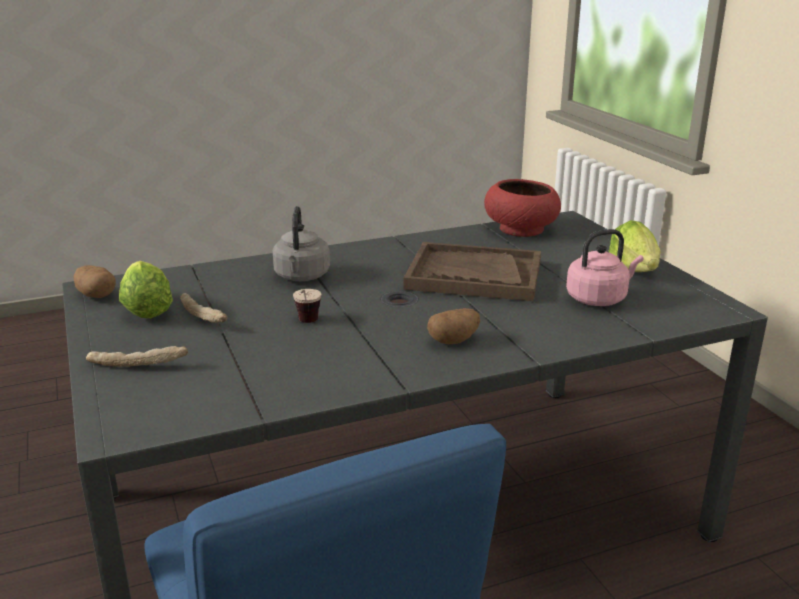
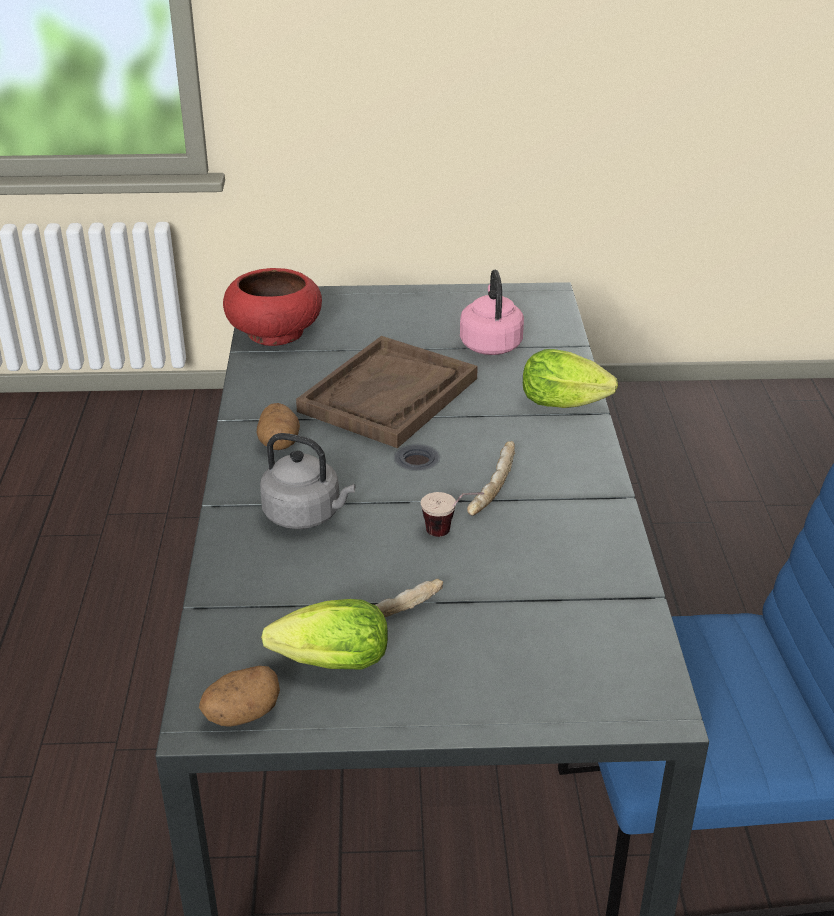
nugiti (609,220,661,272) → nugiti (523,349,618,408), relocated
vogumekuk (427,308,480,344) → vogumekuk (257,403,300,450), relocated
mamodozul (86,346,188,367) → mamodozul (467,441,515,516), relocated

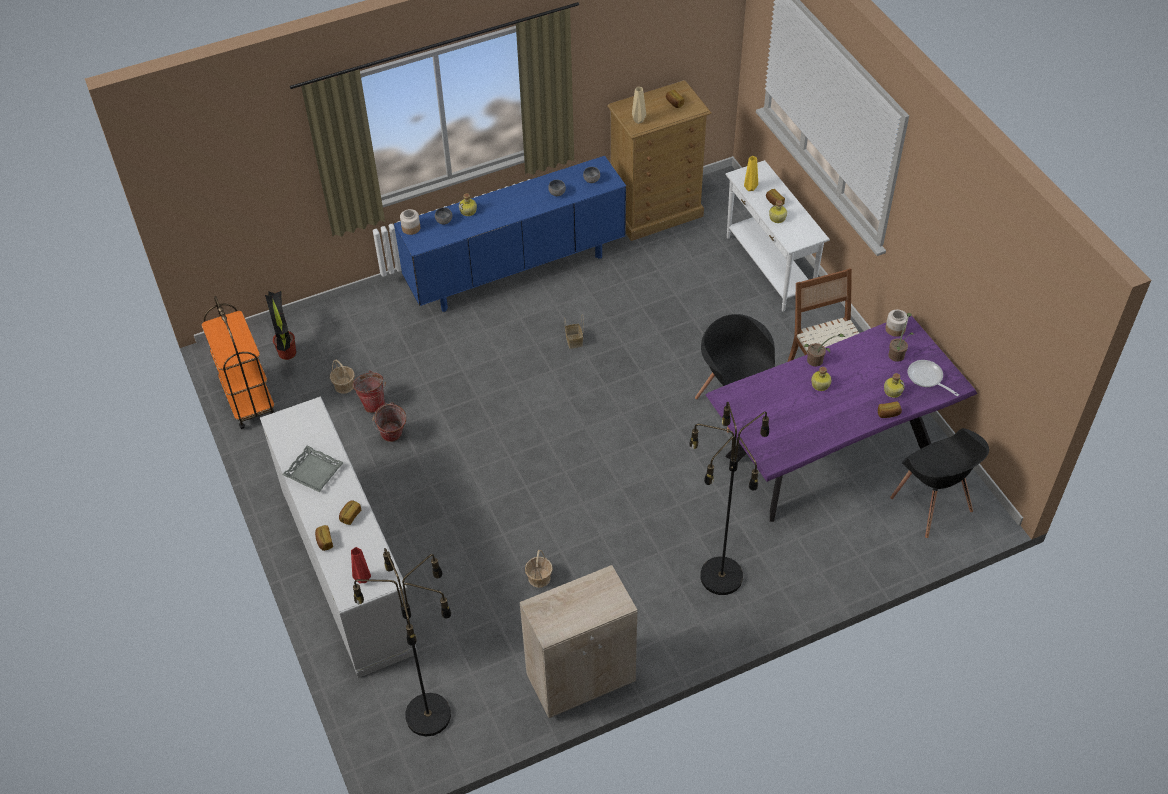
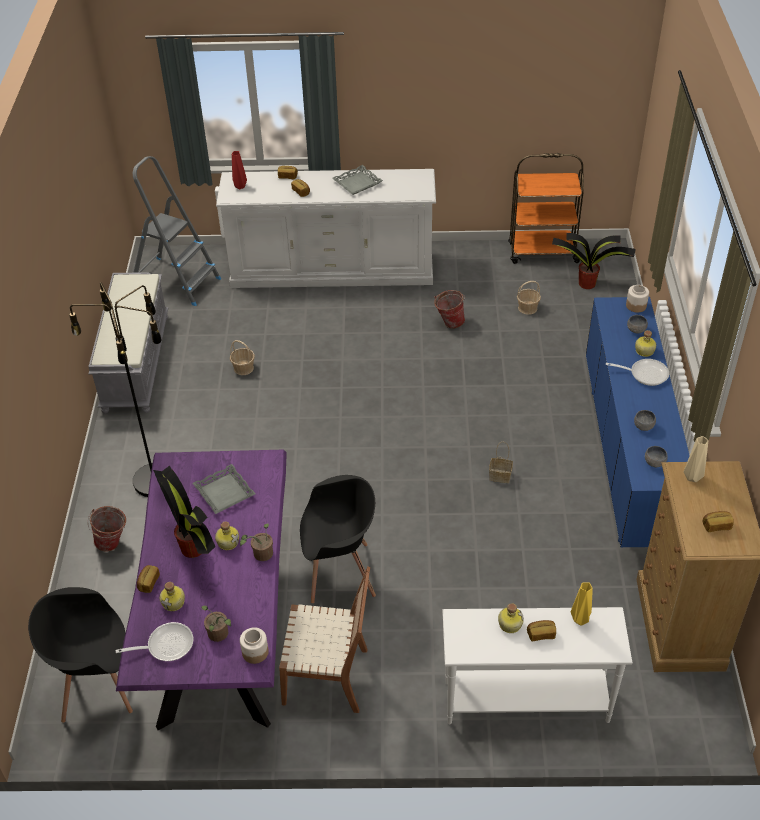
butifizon (353,371,386,413) → butifizon (88,506,126,552), relocated
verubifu (353,548,451,736) → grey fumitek (133,156,221,306)
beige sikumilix (520,565,637,718) → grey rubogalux (88,272,168,414)
- → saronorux (606,359,669,386)
- → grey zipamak (193,464,256,514)
- → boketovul (153,466,215,558)

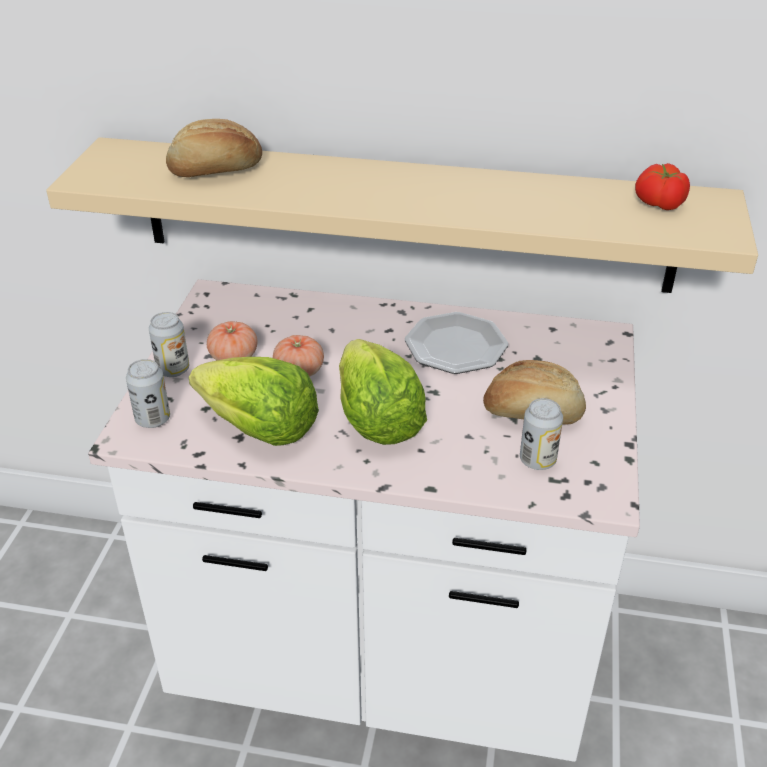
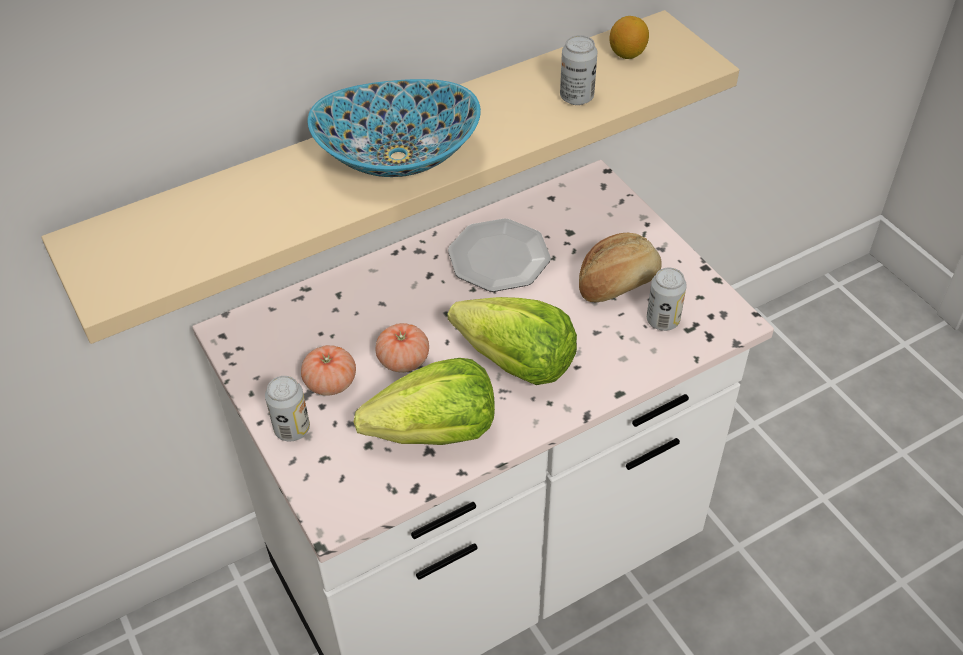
mamodozul (166,119,262,177) → -
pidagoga (635,163,690,210) → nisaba (609,16,649,59)
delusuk (126,359,170,428) → delusuk (560,35,597,105), relocated
- → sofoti (308,79,481,177)

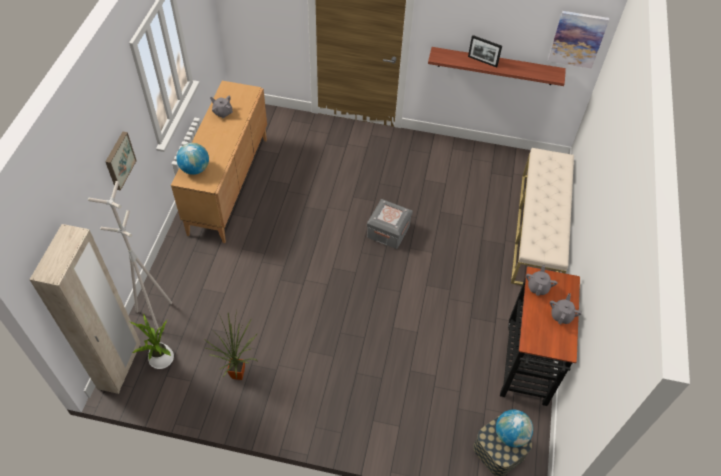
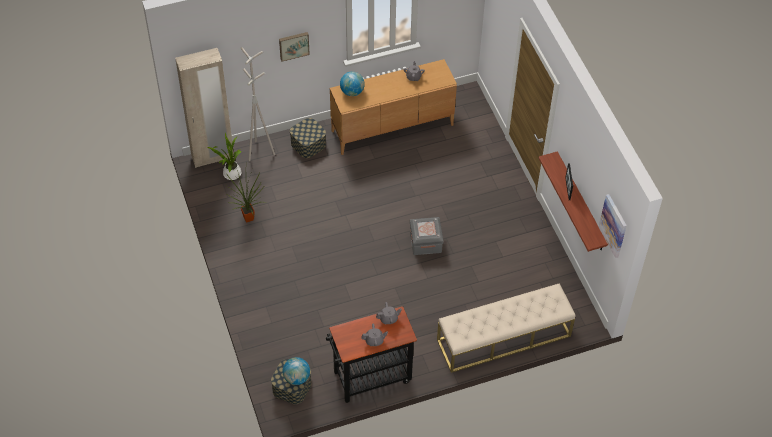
- → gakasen (290,118,326,158)

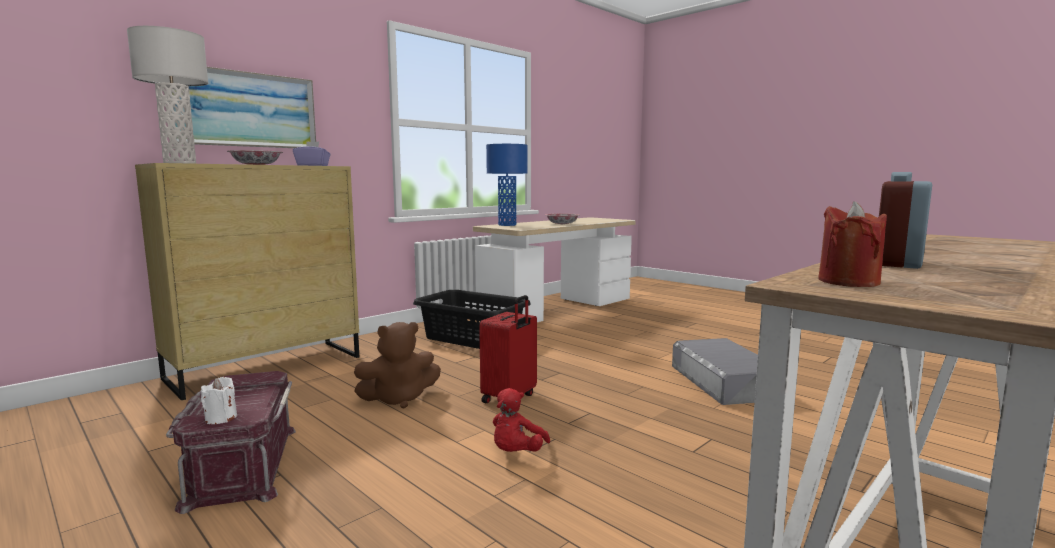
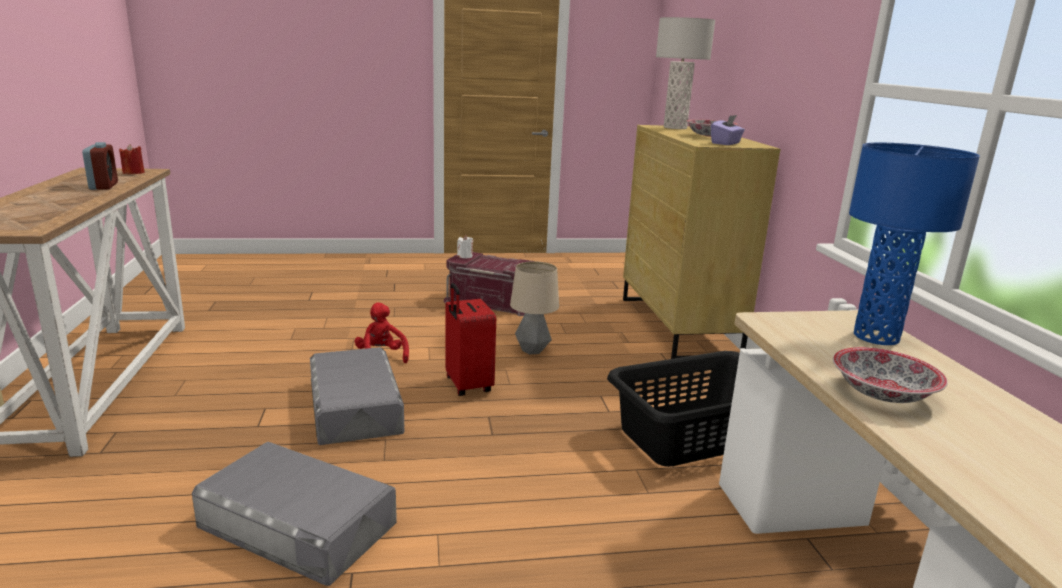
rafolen (168,67,316,148) → -
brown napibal (354,322,441,408) → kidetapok (510,261,559,354)
- → grey gakasen (310,347,405,445)

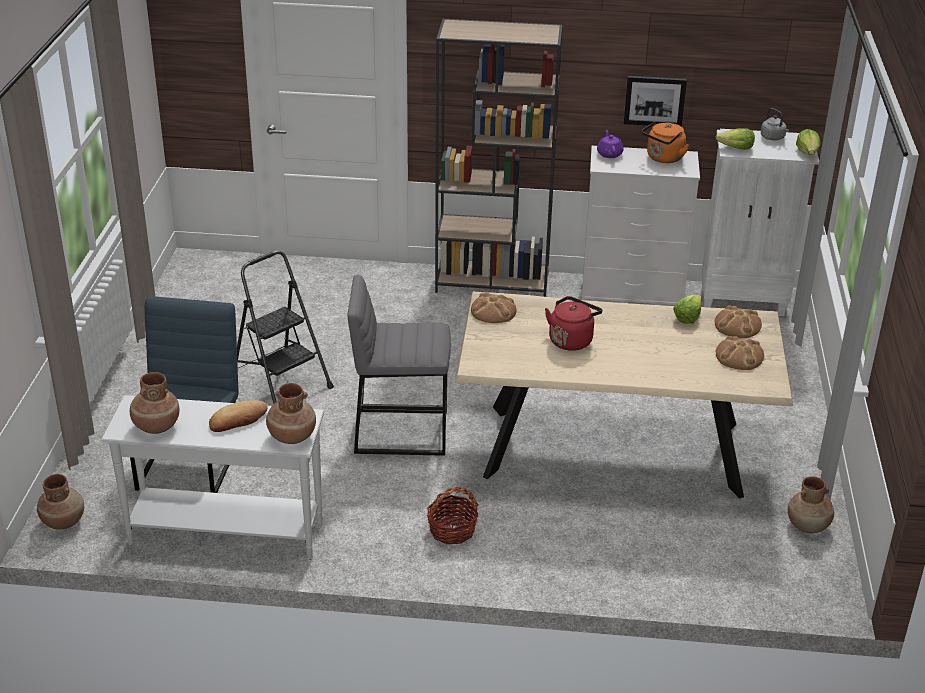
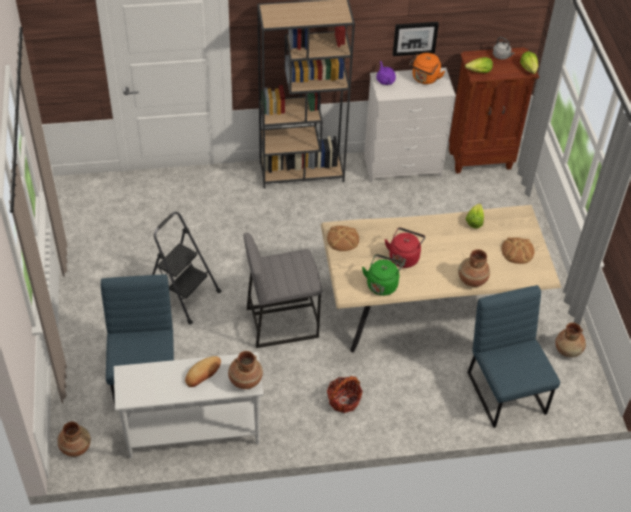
white sikumilix (702,129,819,316) → brown sikumilix (449,47,539,174)
mamodozul (715,305,762,338) → -
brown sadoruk (130,372,179,434) → brown sadoruk (458,249,490,287), relocated
- → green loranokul (362,254,403,296)
- → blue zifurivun (467,285,560,428)

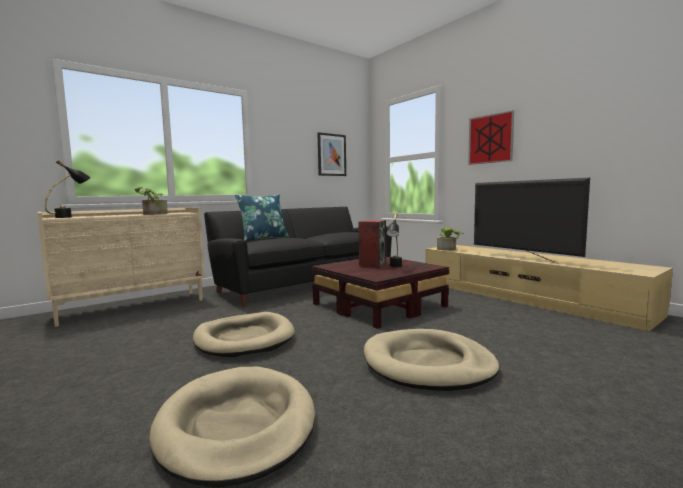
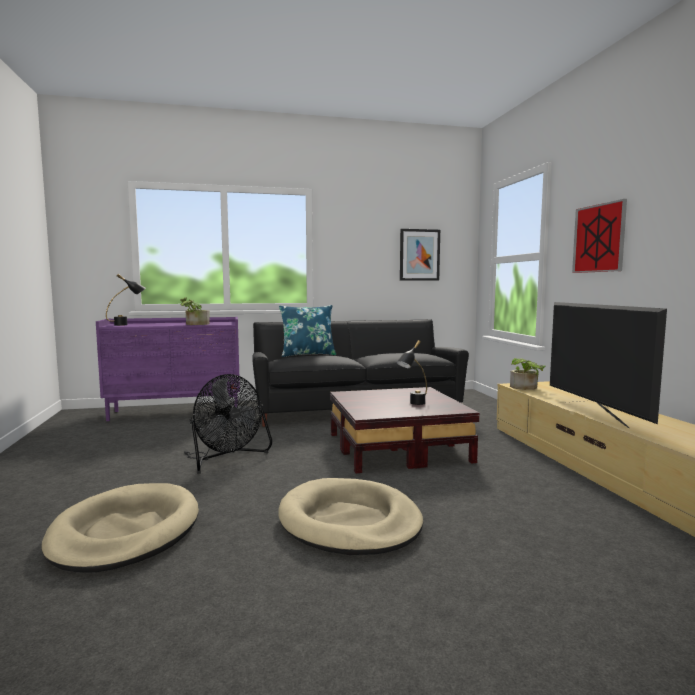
beige sikumilix (37,207,205,327) → purple sikumilix (96,317,240,421)
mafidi (358,220,386,267) → -
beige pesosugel (193,312,295,357) → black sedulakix (184,374,272,474)

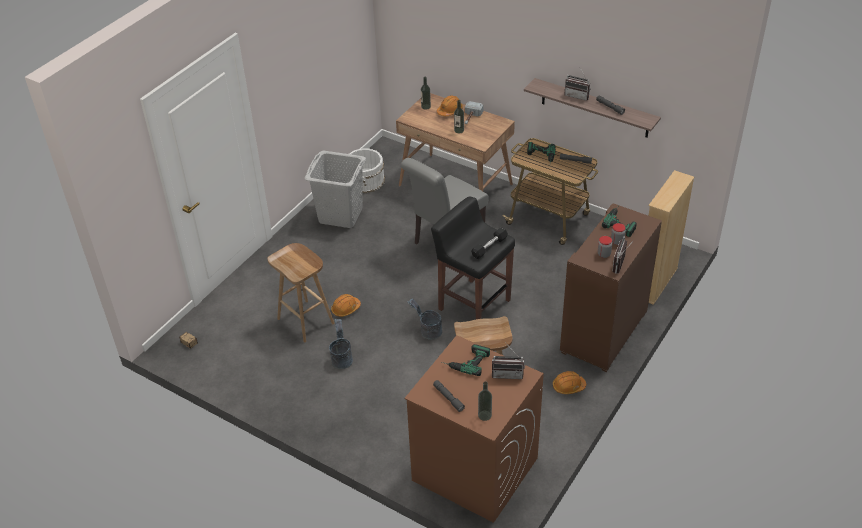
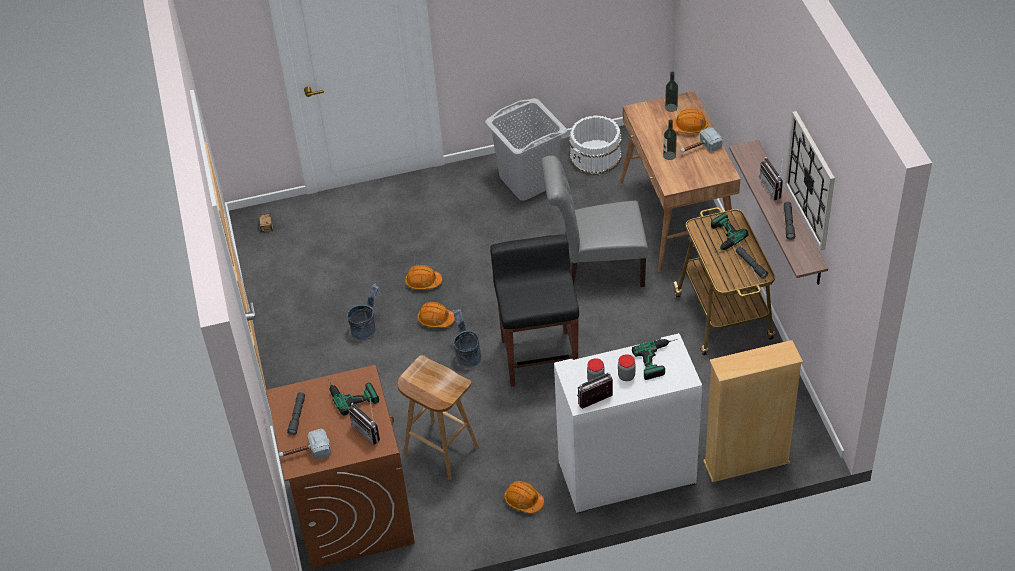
brown sikumilix (560,203,662,372) → white sikumilix (554,333,702,514)
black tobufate (471,227,508,259) → -
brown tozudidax (267,243,334,343) → -
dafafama (478,381,492,421) → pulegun (278,429,331,460)
- → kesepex (785,111,835,250)
- → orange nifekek (417,302,455,328)

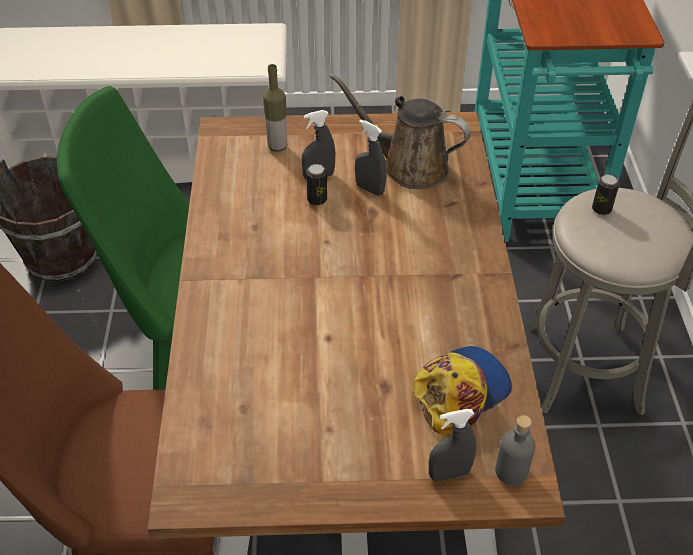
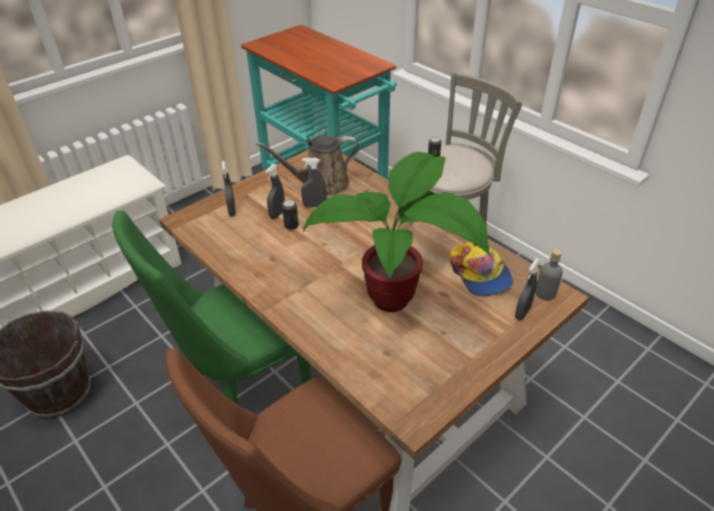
dafafama (263,64,288,152) → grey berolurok (222,161,236,216)
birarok (413,346,512,435) → birarok (449,242,513,296), 150 degrees clockwise
- → boketovul (303,152,490,312)

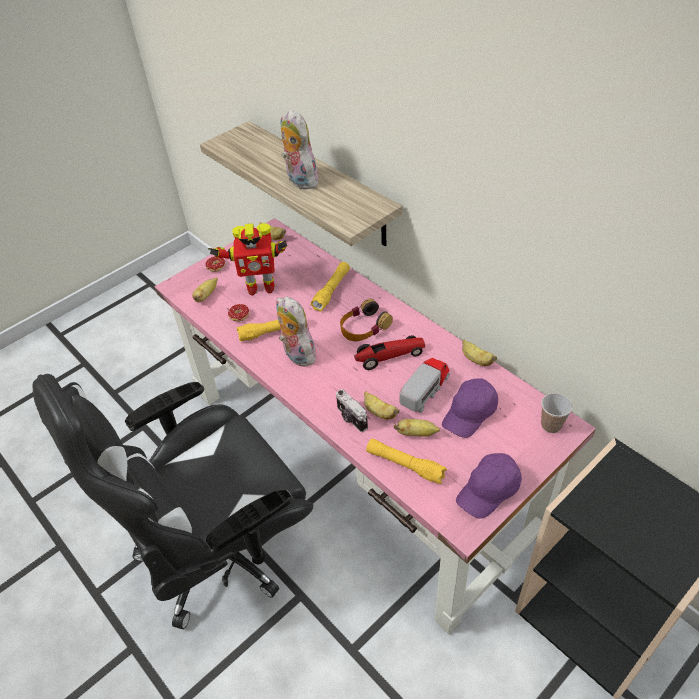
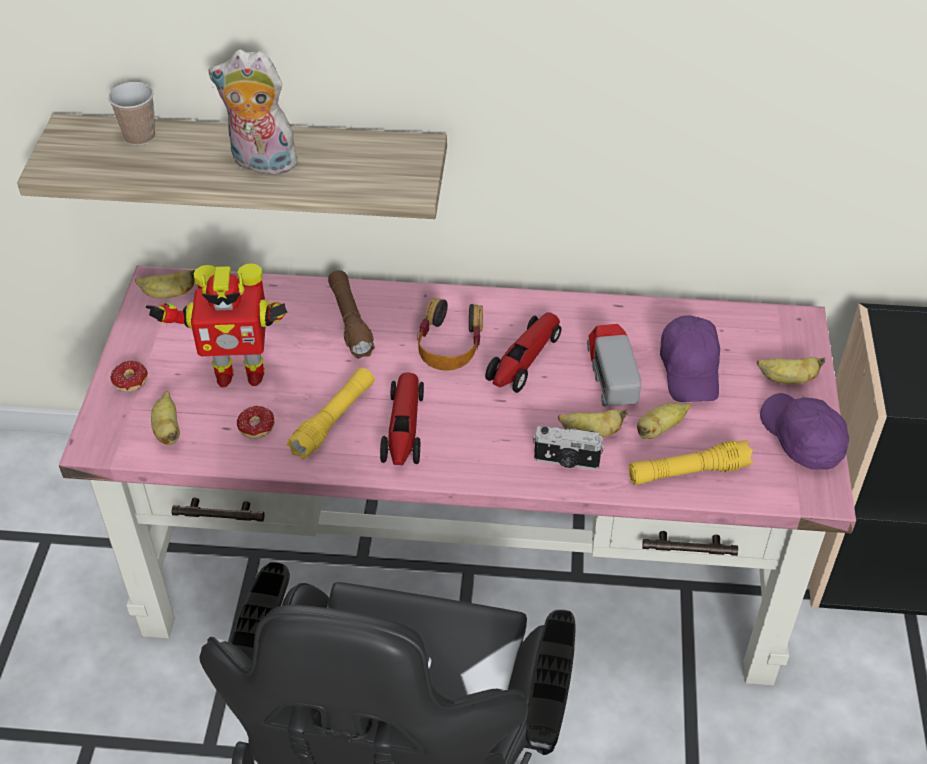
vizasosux (208,223,287,296) → vizasosux (146,263,288,387), 45 degrees clockwise
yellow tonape (310,262,350,312) → brown tonape (328,270,375,359)
napibal (276,297,316,367) → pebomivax (380,373,424,465)
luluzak (462,340,497,366) → luluzak (757,357,825,384), relocated
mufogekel (541,393,572,433) → mufogekel (108,82,155,145), relocated
purple birarok (456,453,522,519) → purple birarok (760,393,849,470), 150 degrees clockwise

